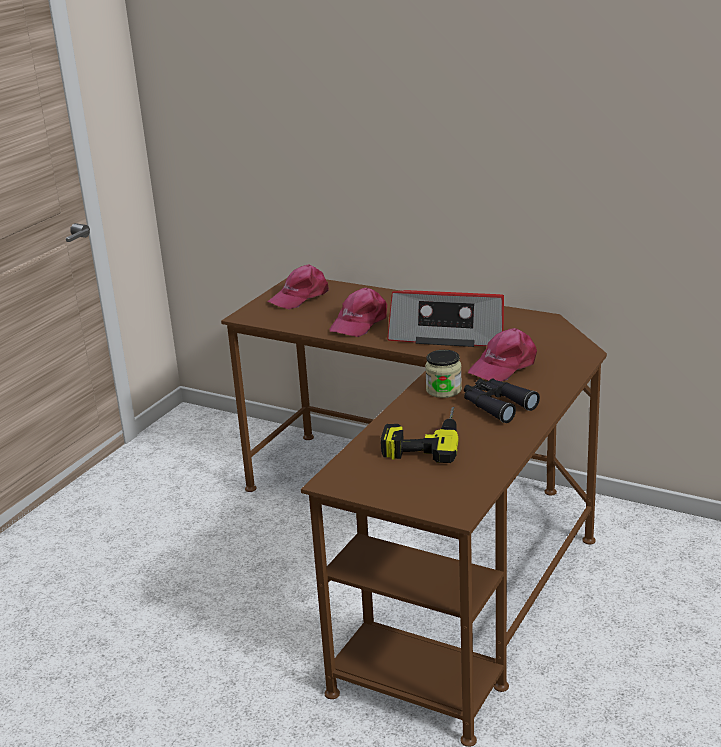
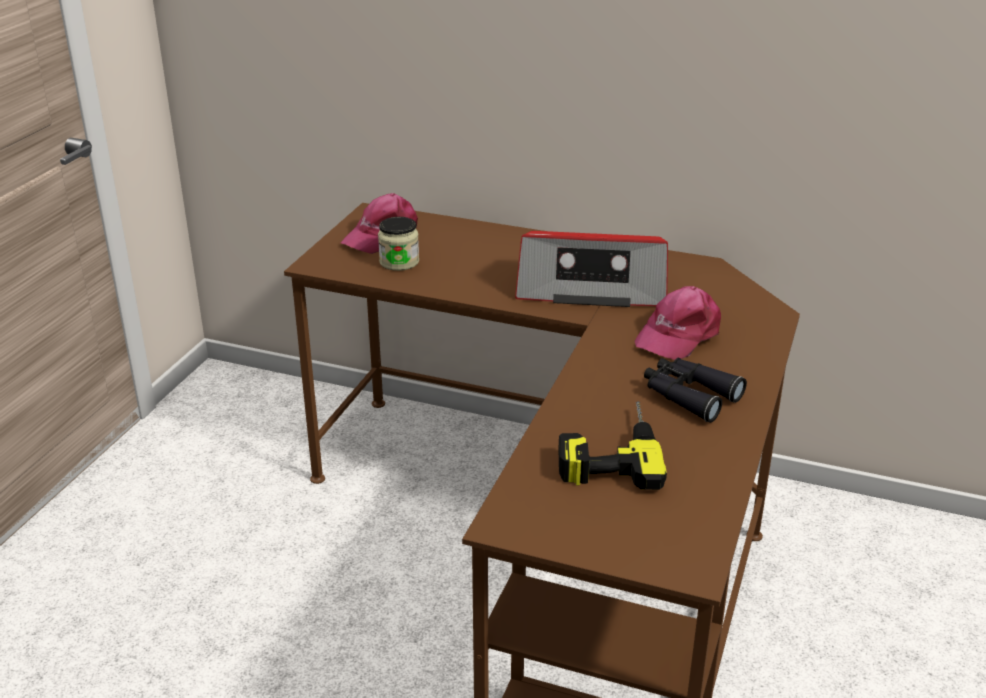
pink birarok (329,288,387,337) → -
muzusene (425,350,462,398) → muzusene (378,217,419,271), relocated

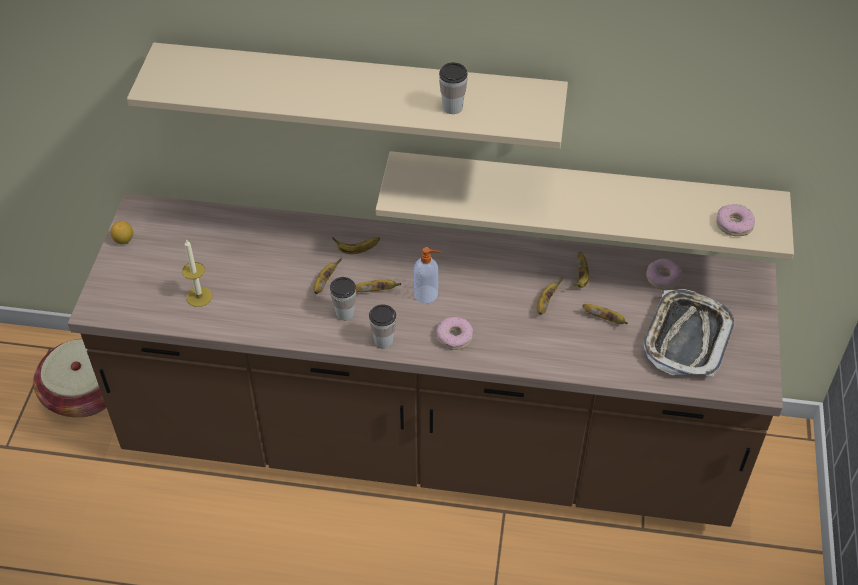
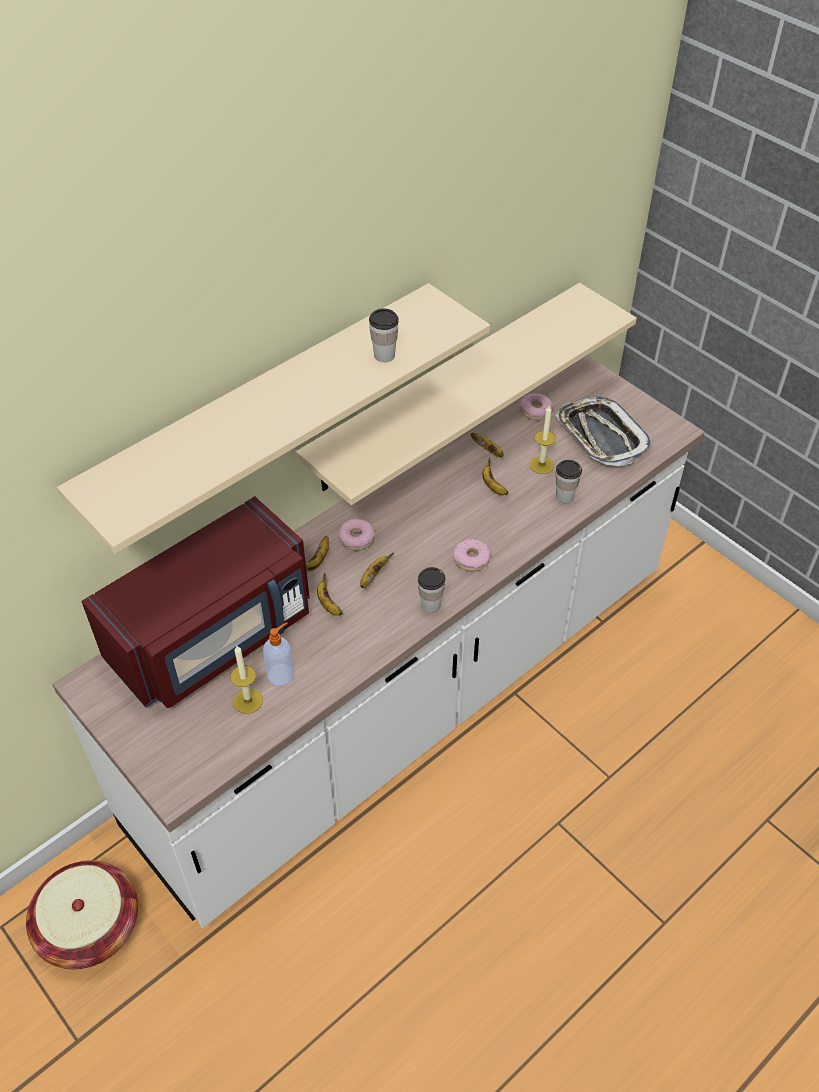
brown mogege (68,193,783,527) → white mogege (53,355,705,928)
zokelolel (717,204,755,236) → zokelolel (338,519,375,550), relocated
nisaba (110,221,133,244) → -
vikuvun (414,247,441,303) → vikuvun (263,622,294,686), relocated
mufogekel (330,277,356,321) → mufogekel (556,460,582,503), relocated
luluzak (582,304,628,324) → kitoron (529,406,556,474)
- → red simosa (82,496,310,708)

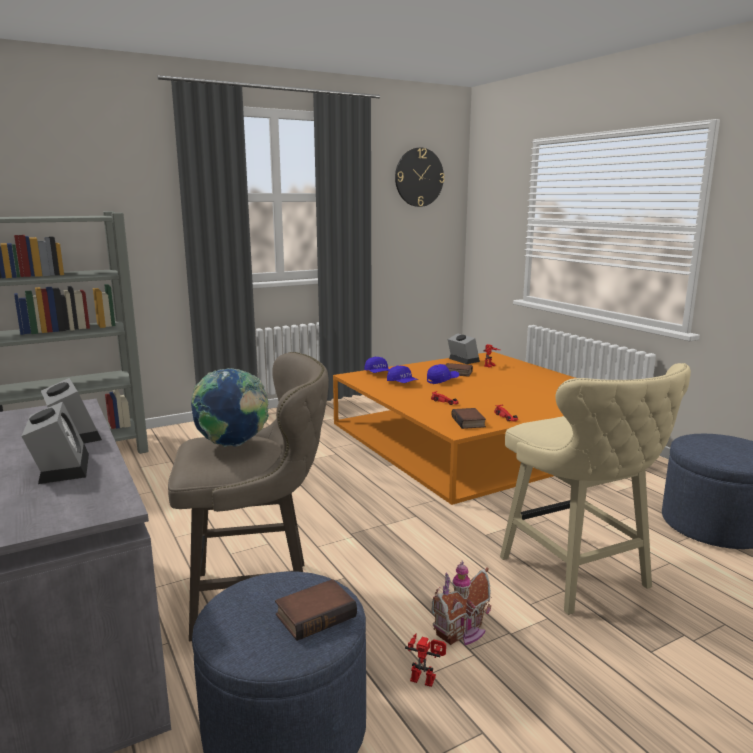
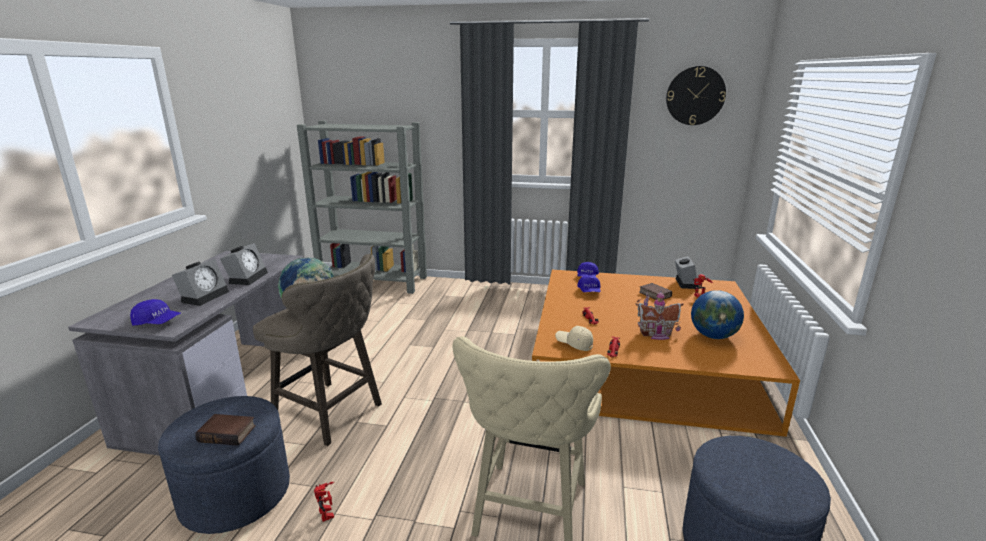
blue birarok (427,364,459,384) → blue birarok (130,299,181,326), relocated
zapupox (451,408,486,429) → beige birarok (555,326,593,351)
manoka (431,560,492,645) → manoka (636,290,683,340), relocated
- → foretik (691,290,744,339)

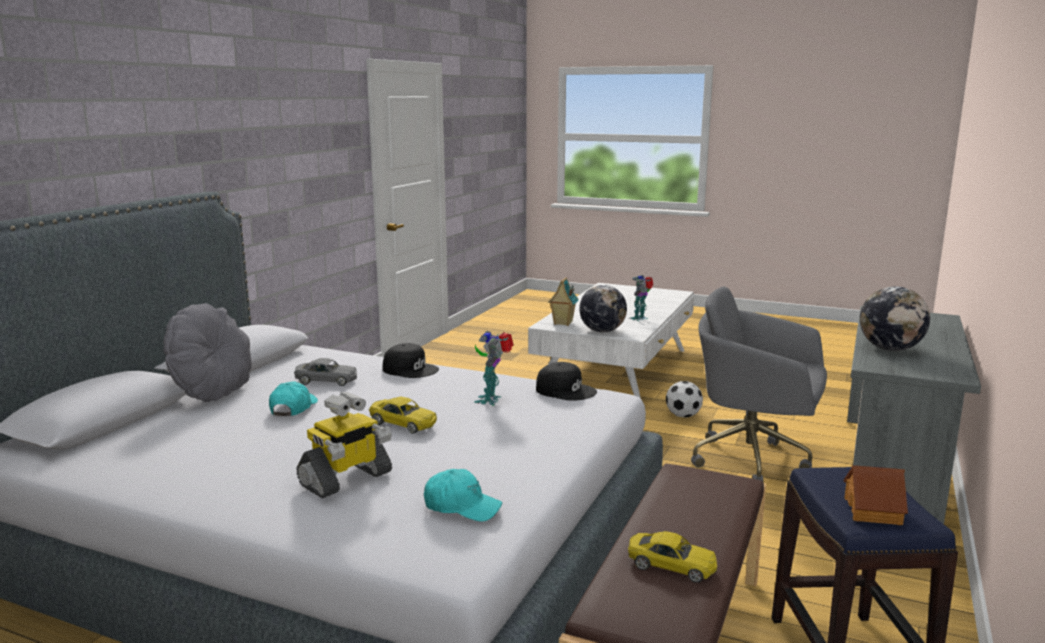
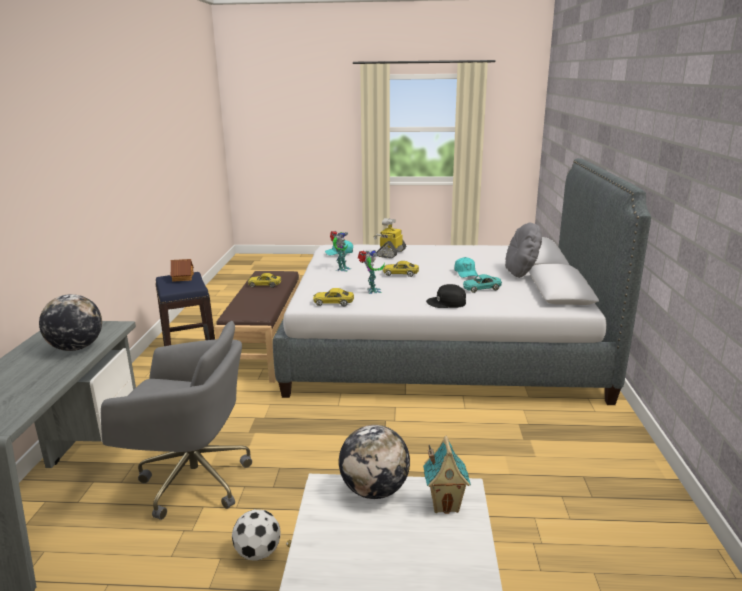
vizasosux (629,275,653,321) → vizasosux (330,231,351,272), relocated
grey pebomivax (294,358,357,386) → turquoise pebomivax (463,274,502,293)
black birarok (536,362,597,401) → yellow pebomivax (313,288,354,307)

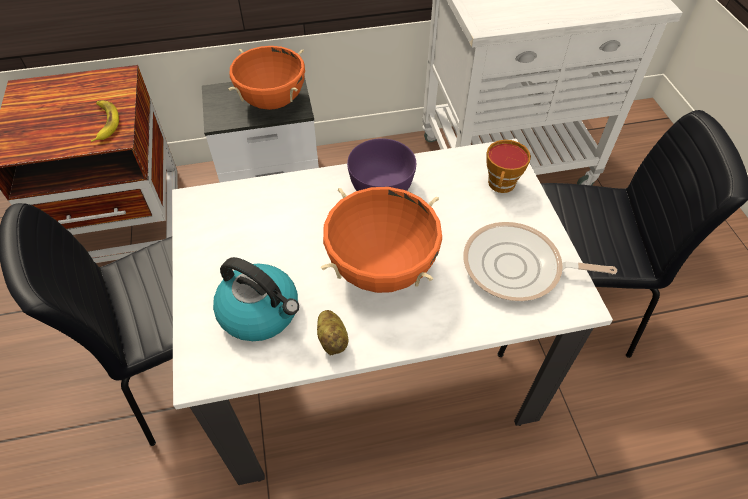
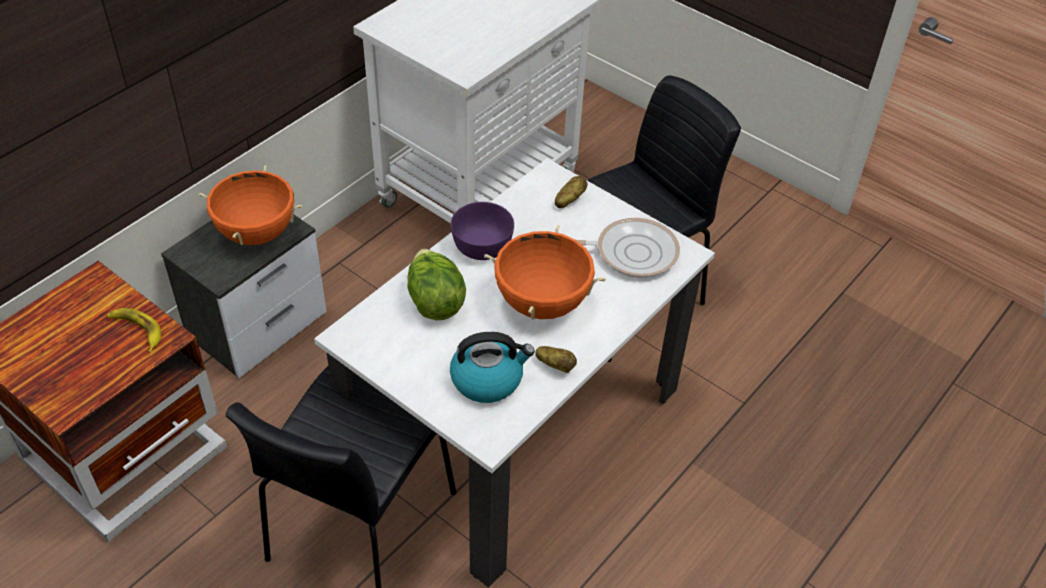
mufogekel (486,140,531,193) → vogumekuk (555,176,588,208)
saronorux (463,222,617,301) → saronorux (577,218,680,278), 150 degrees counterclockwise
- → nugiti (407,249,466,320)

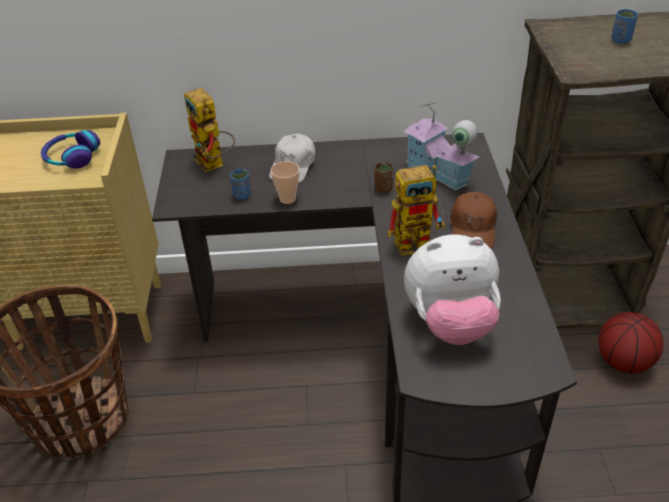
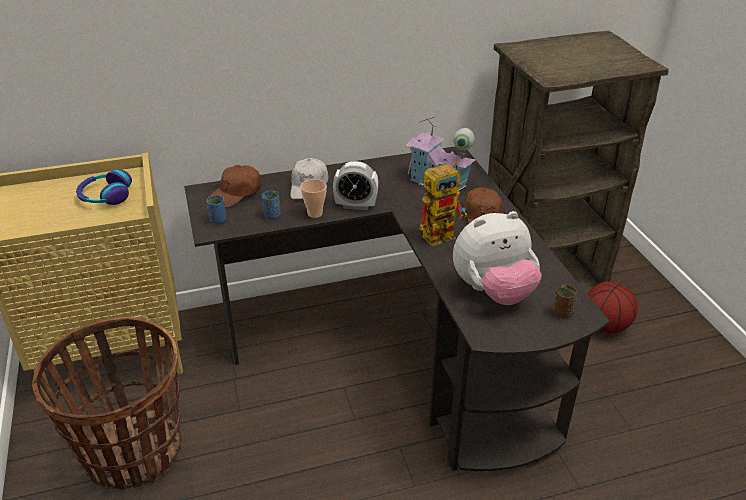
blue mufogekel (611,9,638,44) → blue mufogekel (206,195,226,224), relocated
vizasosux (184,88,235,172) → brown birarok (208,165,261,208)
brown mufogekel (375,162,393,193) → brown mufogekel (553,285,577,318), relocated
- → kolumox (333,161,378,210)

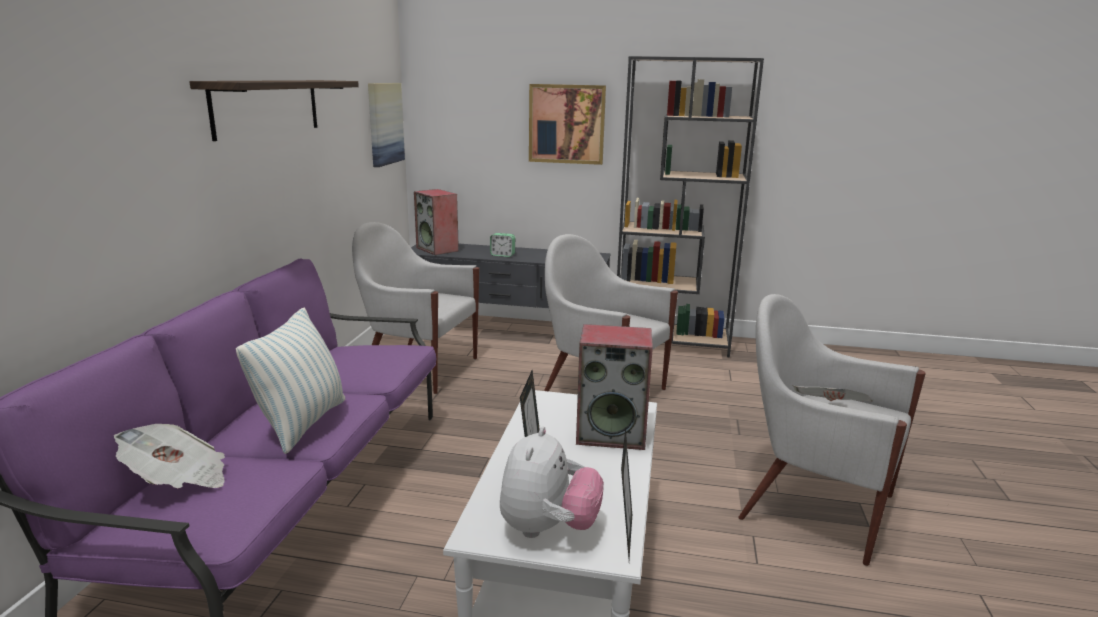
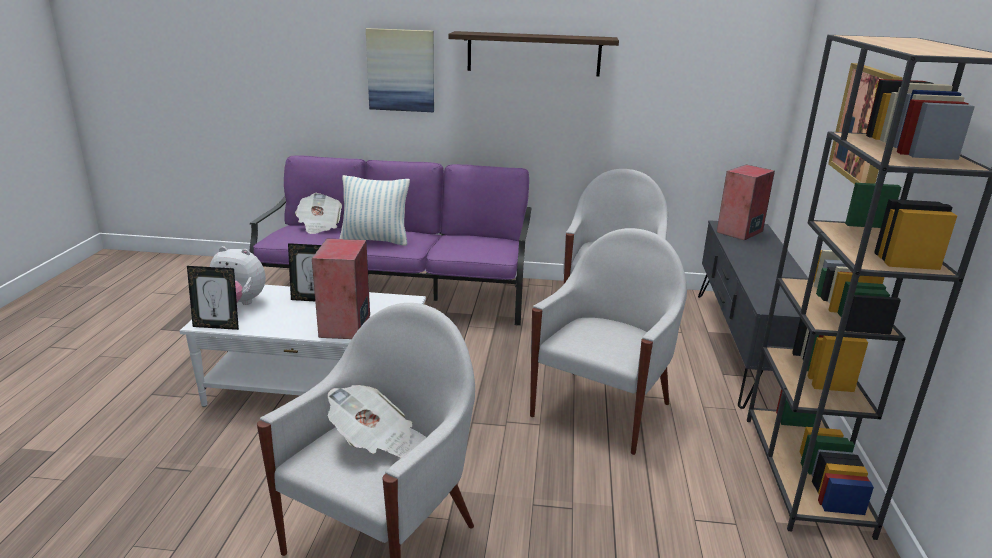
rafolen (368,83,405,167) → rafolen (366,28,434,112), relocated
kolumox (490,233,515,257) → -

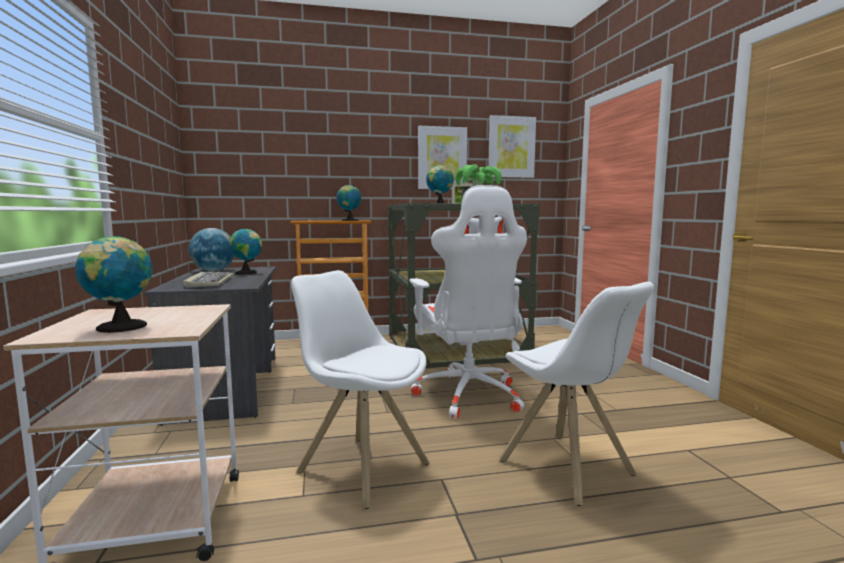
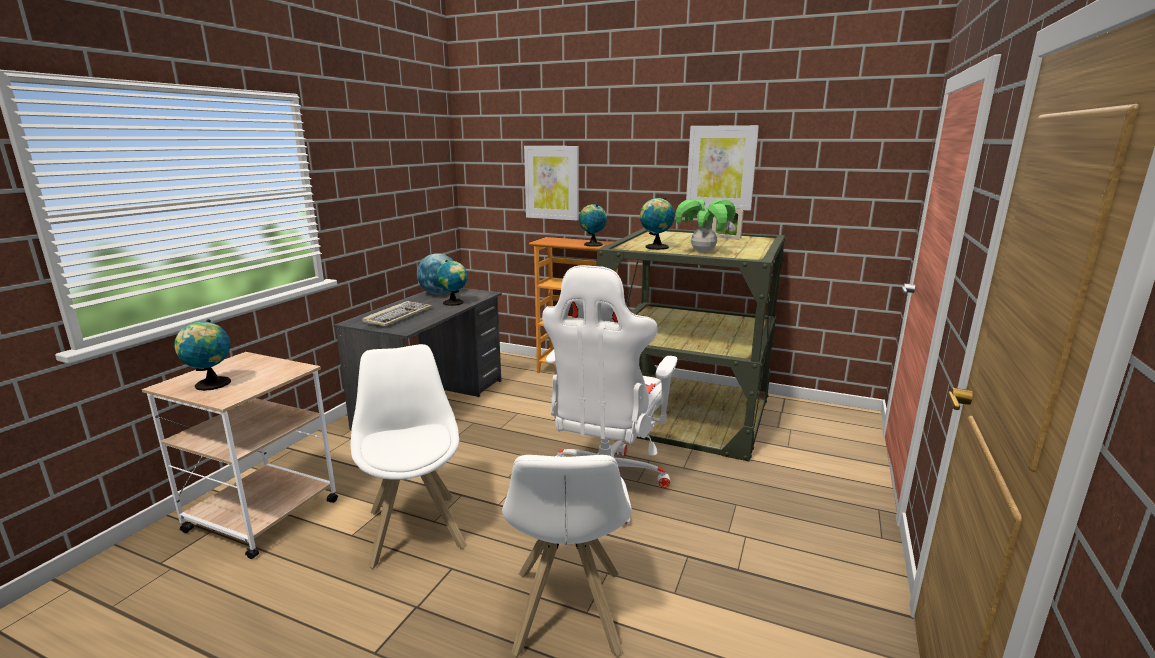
rafolen (488,115,536,178) → rafolen (524,146,579,221), relocated

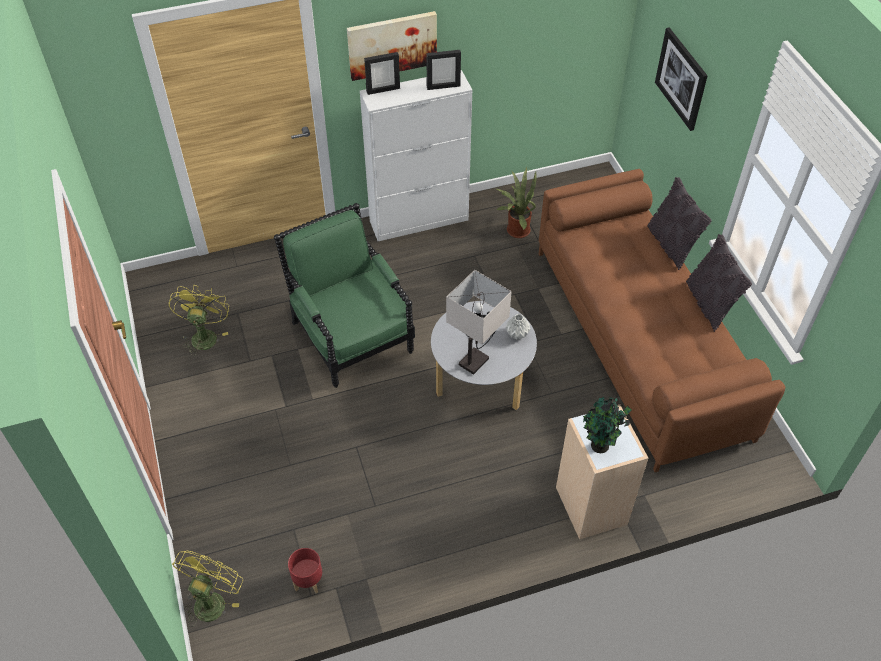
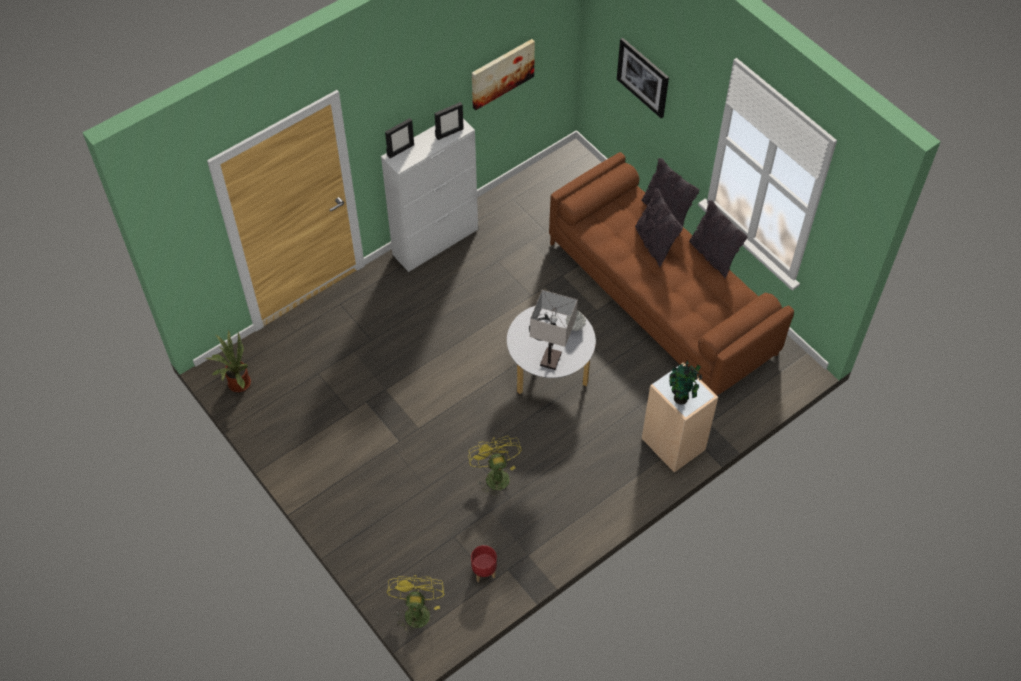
rafolen (347,11,437,81) → rafolen (472,39,535,110), relocated
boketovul (494,167,537,238) → boketovul (205,329,251,392), relocated
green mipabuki (274,203,415,388) → -
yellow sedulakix (169,285,229,356) → yellow sedulakix (468,436,522,498), relocated
- → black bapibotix (635,188,683,268)

